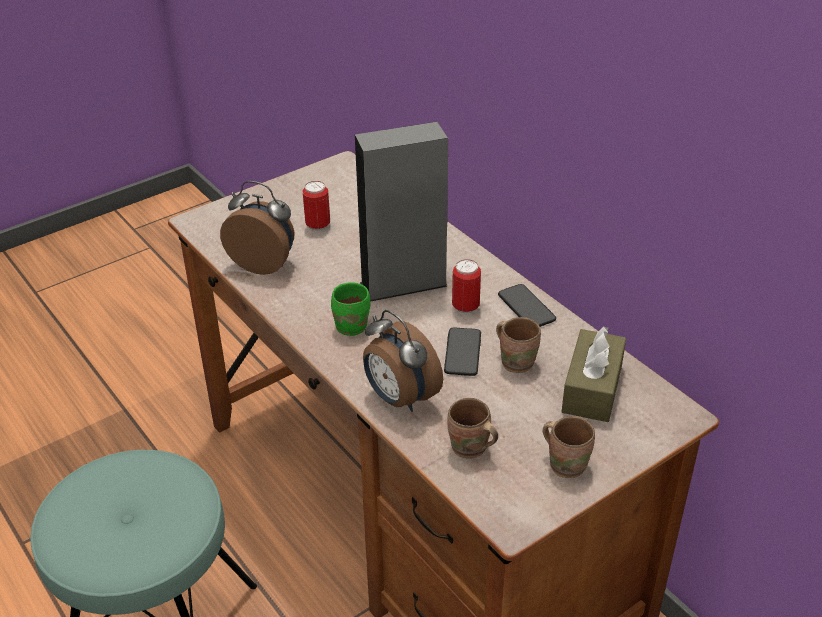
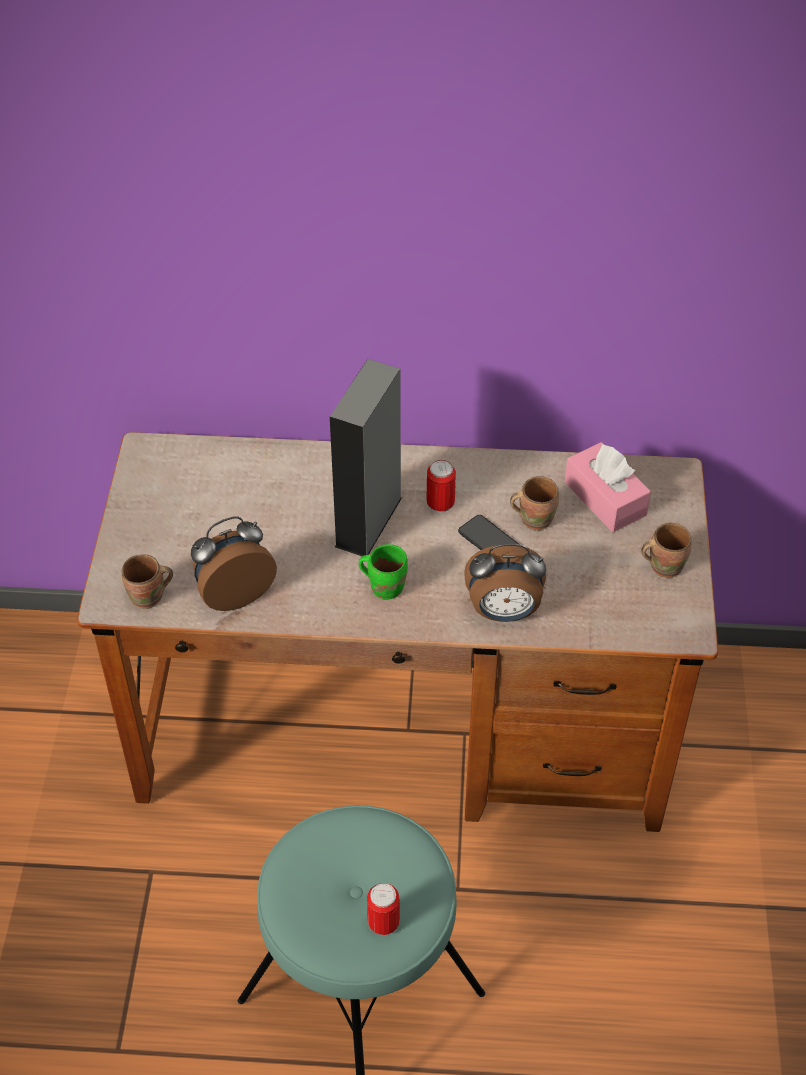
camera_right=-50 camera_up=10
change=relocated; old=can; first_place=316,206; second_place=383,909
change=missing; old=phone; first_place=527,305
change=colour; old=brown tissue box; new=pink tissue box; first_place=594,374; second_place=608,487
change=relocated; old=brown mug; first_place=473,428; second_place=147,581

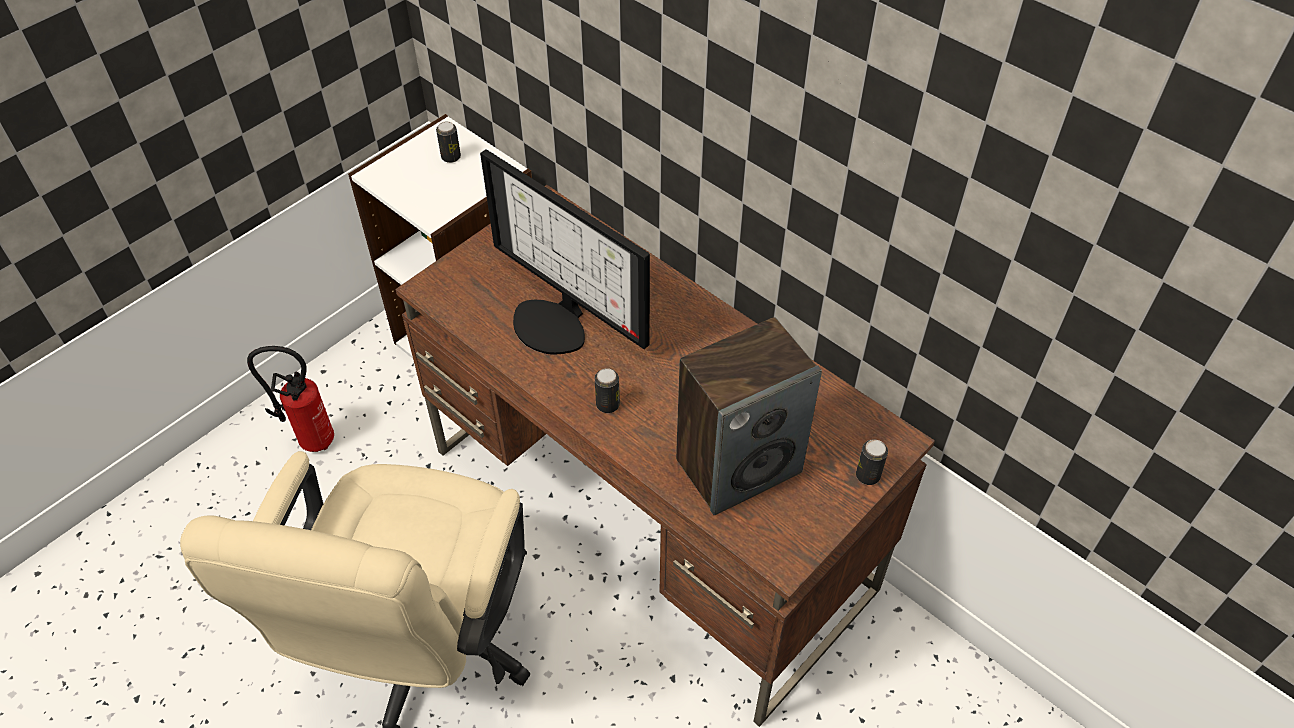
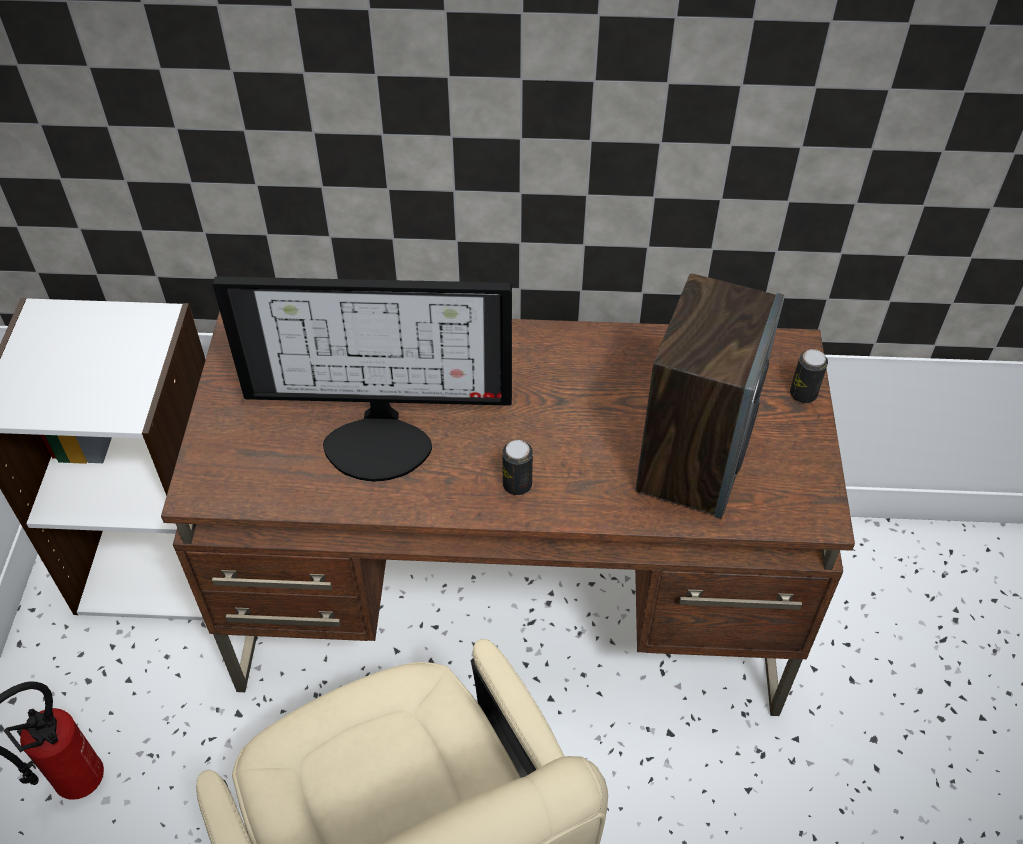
camera_right=-40 camera_up=0
change=missing; old=can; first_place=448,142

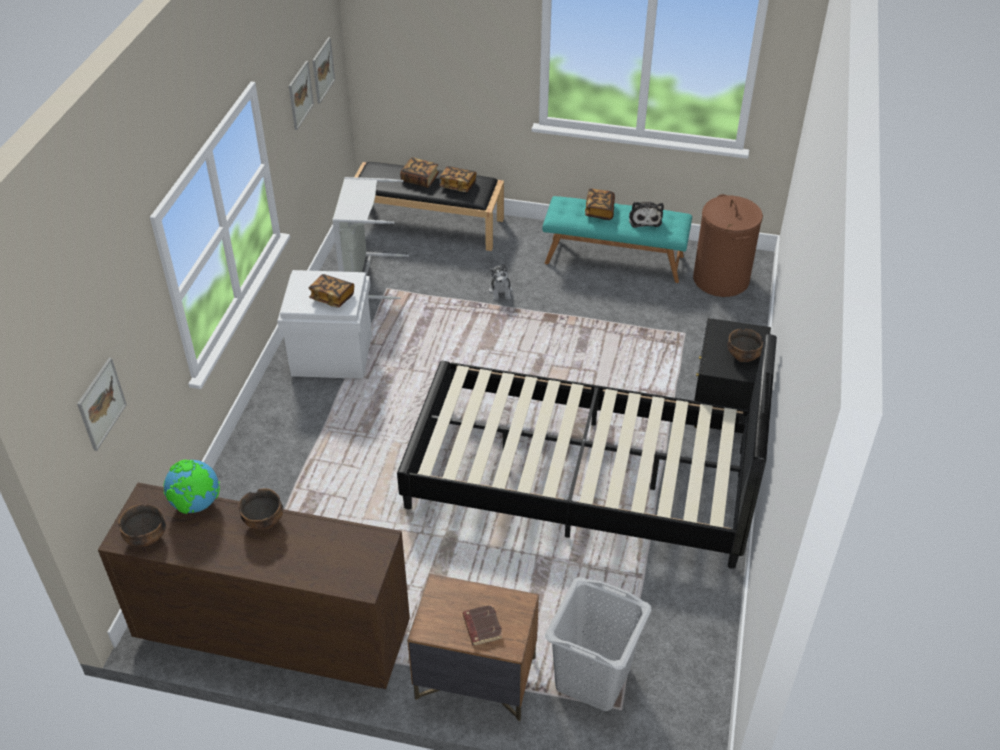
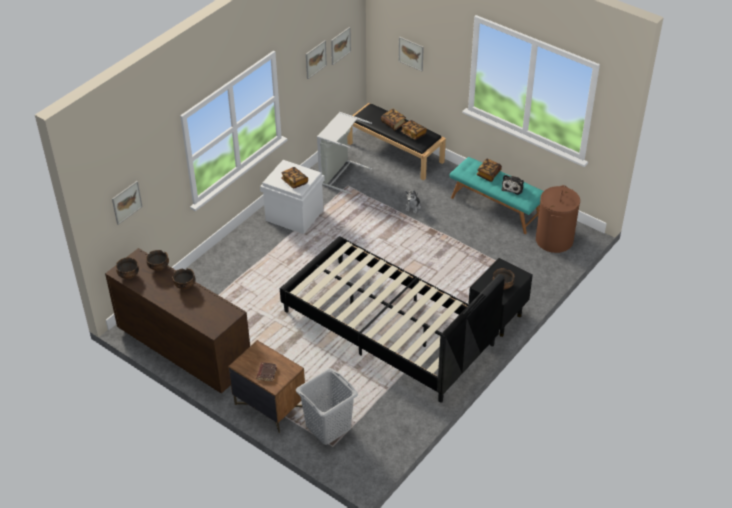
camera_right=25 camera_up=0
change=exchanged; old=globe; new=bowl; first_place=191,487; second_place=157,260
change=appeared; new=picture; second_place=411,54

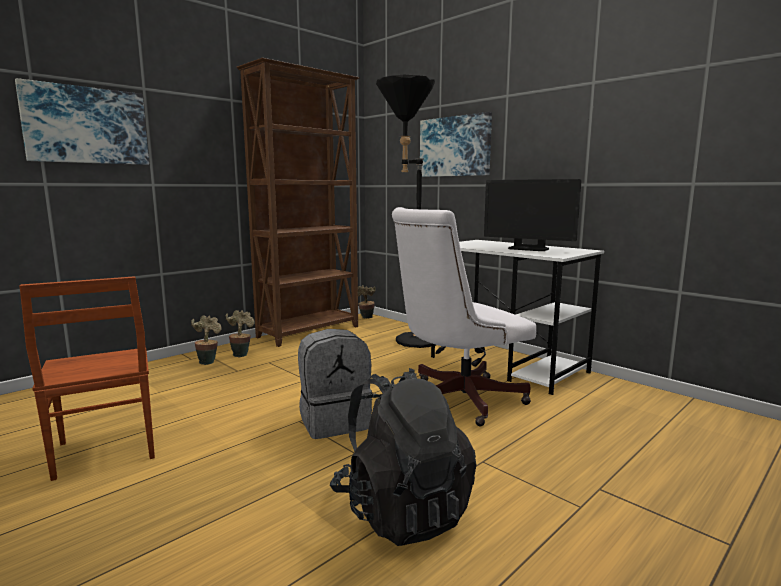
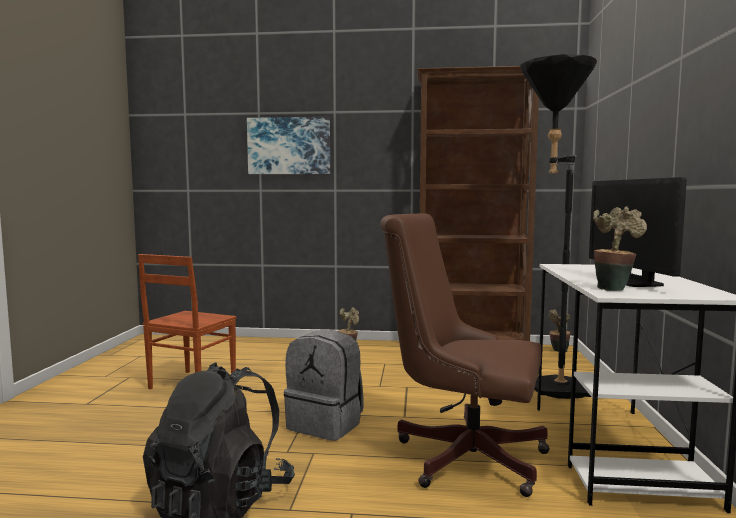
camera_right=50 camera_up=-5
change=missing; old=picture; first_place=456,144
change=colour; old=white office chair; new=brown office chair; first_place=464,316; second_place=465,355
change=relocated; old=potted plant; first_place=240,333; second_place=620,248

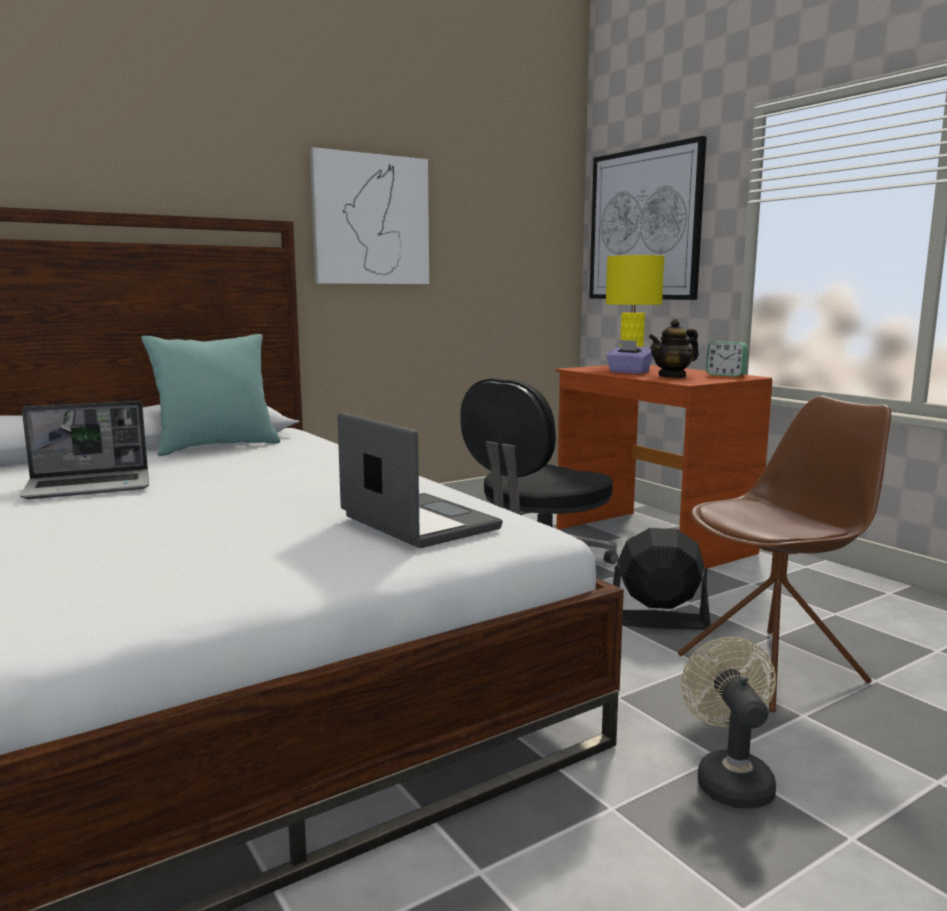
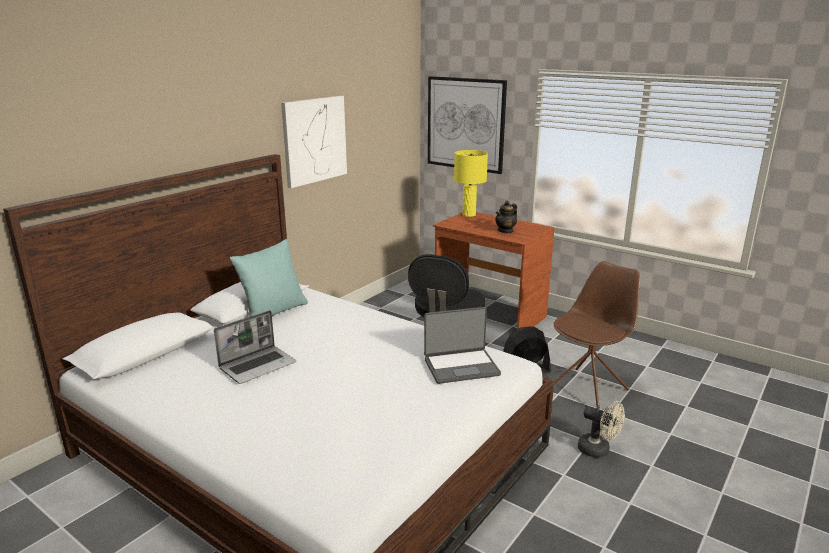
camera_right=-20 camera_up=10
change=missing; old=purple tissue box; first_place=629,357
change=missing; old=alarm clock; first_place=727,359
change=spun; old=laptop; first_place=420,480; second_place=462,345; degrees=135
change=spun; old=beige fan; first_place=728,722; second_place=601,429; degrees=150

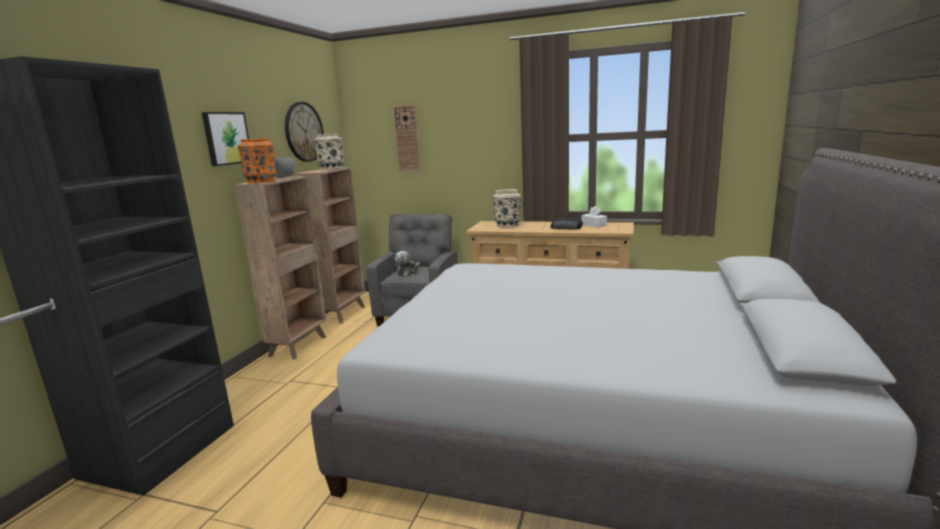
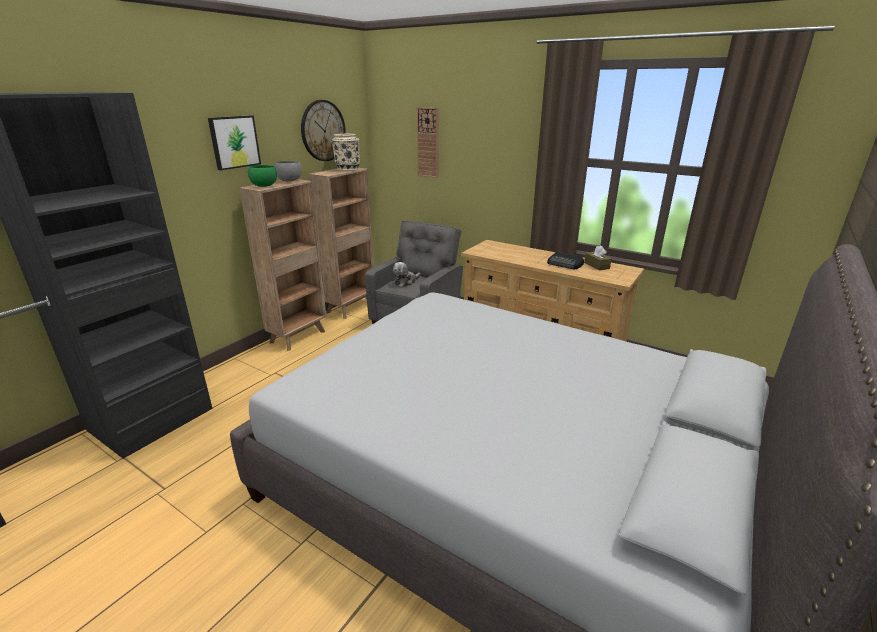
camera_right=15 camera_up=10
change=exchanged; old=orange vase; new=green bowl; first_place=256,160; second_place=262,176
change=missing; old=beige vase; first_place=507,208
change=colour; old=white tissue box; new=brown tissue box; first_place=594,216; second_place=598,257

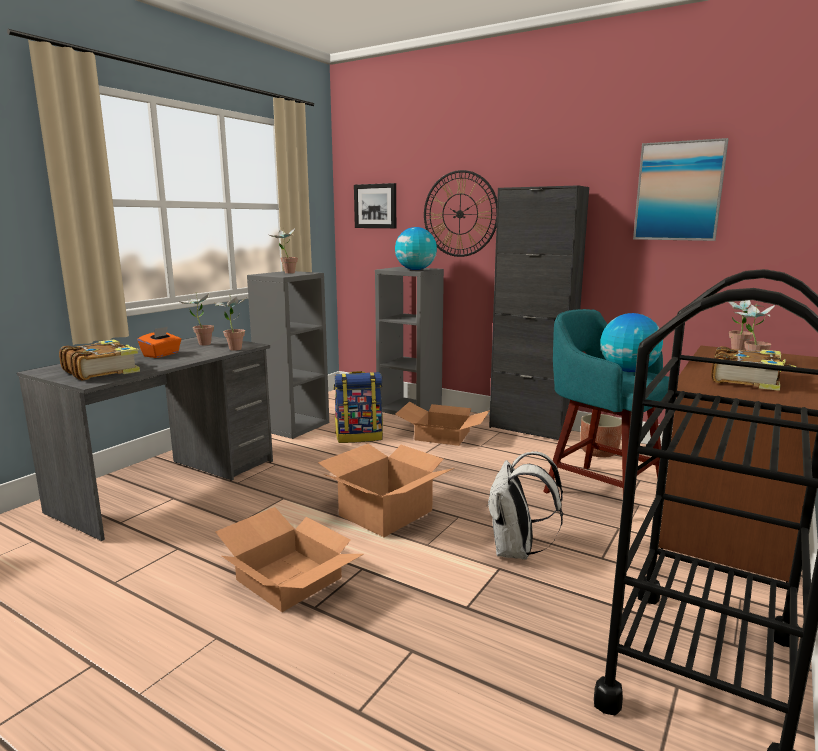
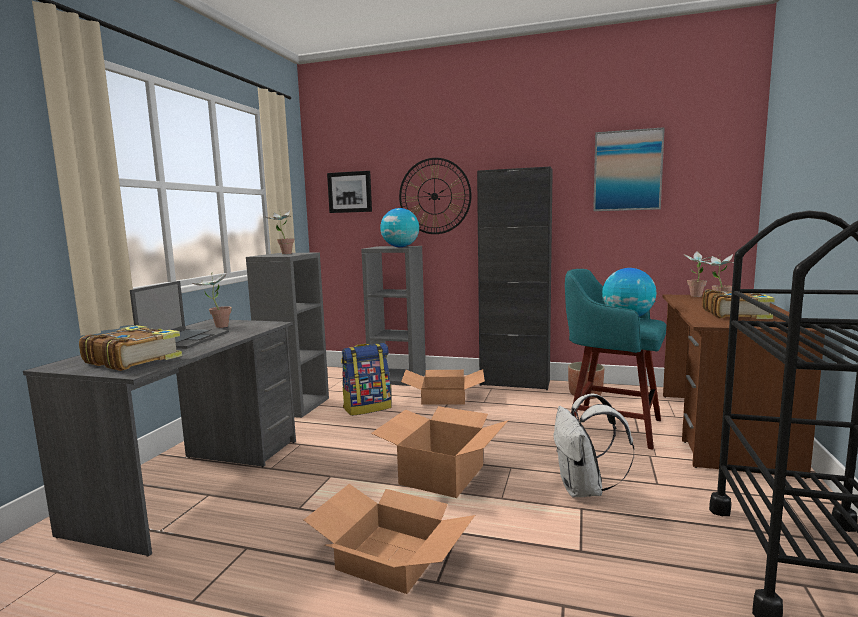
camera_right=-15 camera_up=-5
change=missing; old=potted plant; first_place=230,323
change=exchanged; old=orange tissue box; new=laptop; first_place=159,342; second_place=179,315

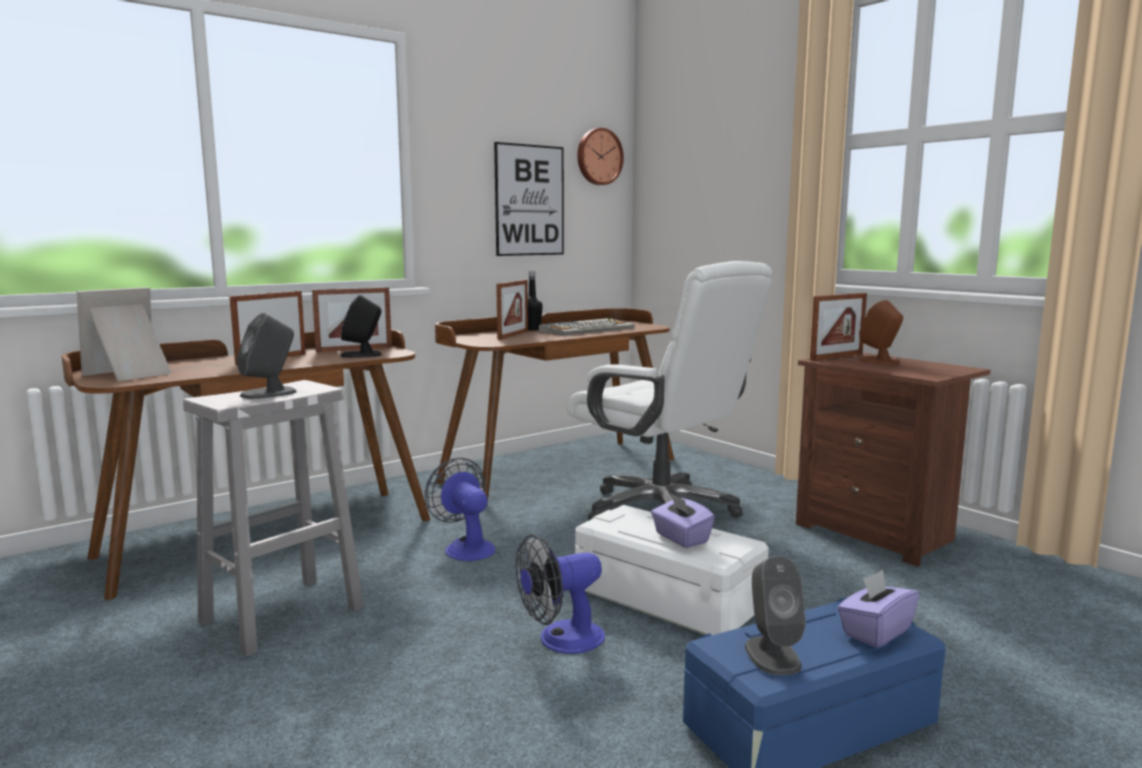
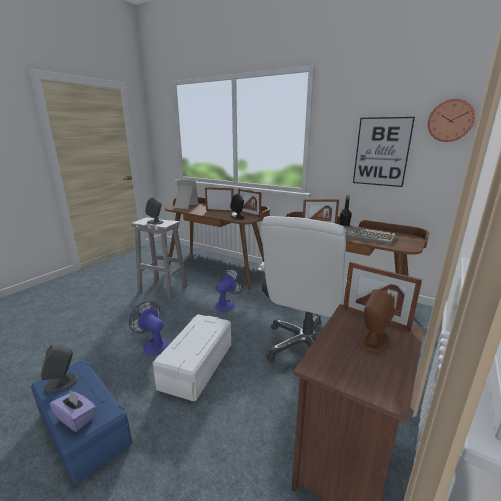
camera_right=70 camera_up=10
change=missing; old=purple tissue box; first_place=683,520

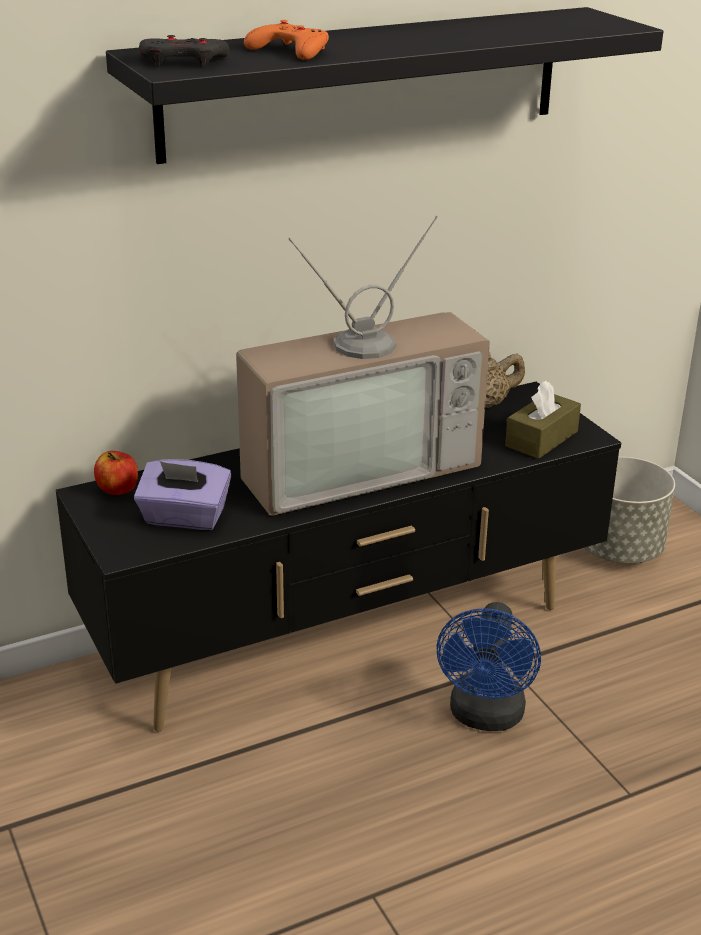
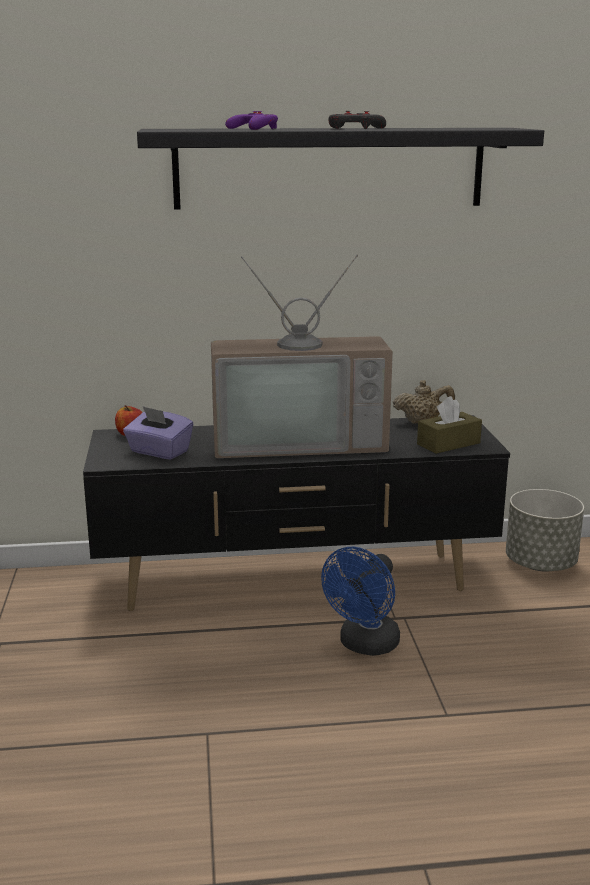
camera_right=20 camera_up=-10
change=colour; old=orange game controller; new=purple game controller; first_place=286,40; second_place=251,120
change=relocated; old=grey game controller; first_place=184,51; second_place=357,120

